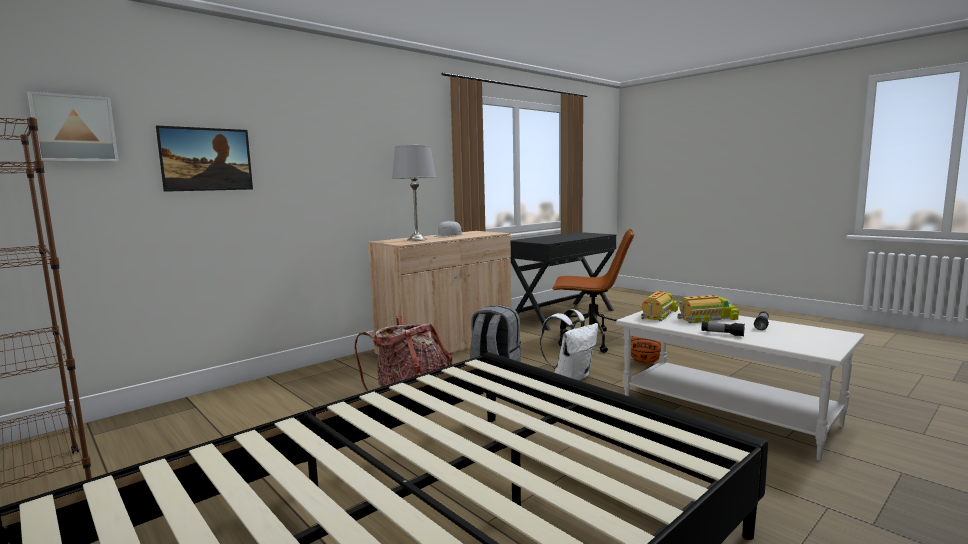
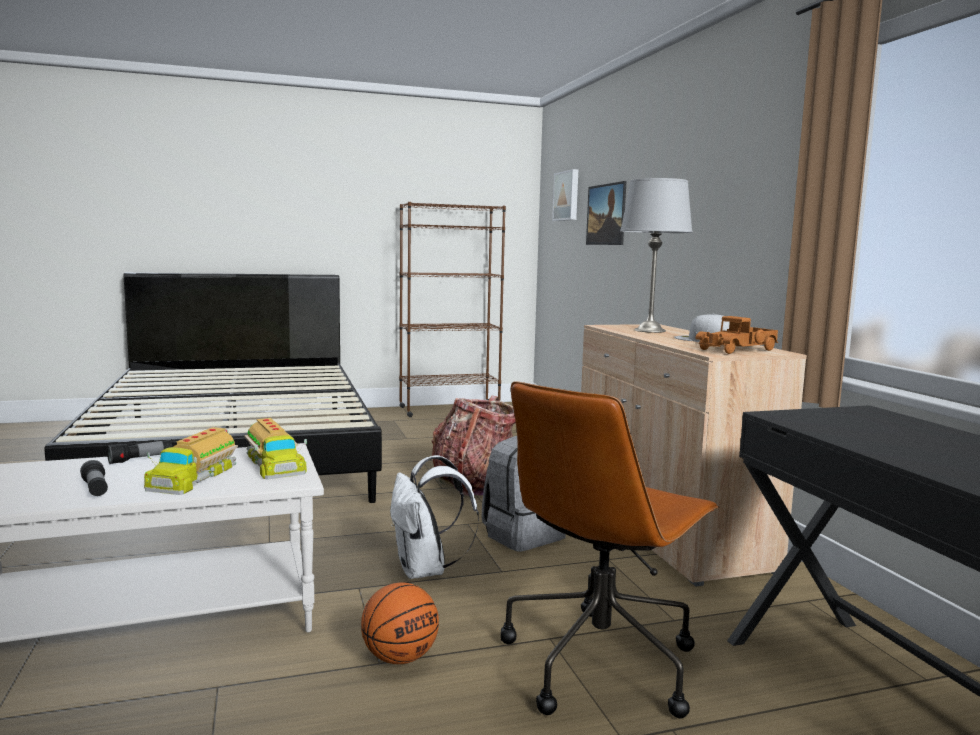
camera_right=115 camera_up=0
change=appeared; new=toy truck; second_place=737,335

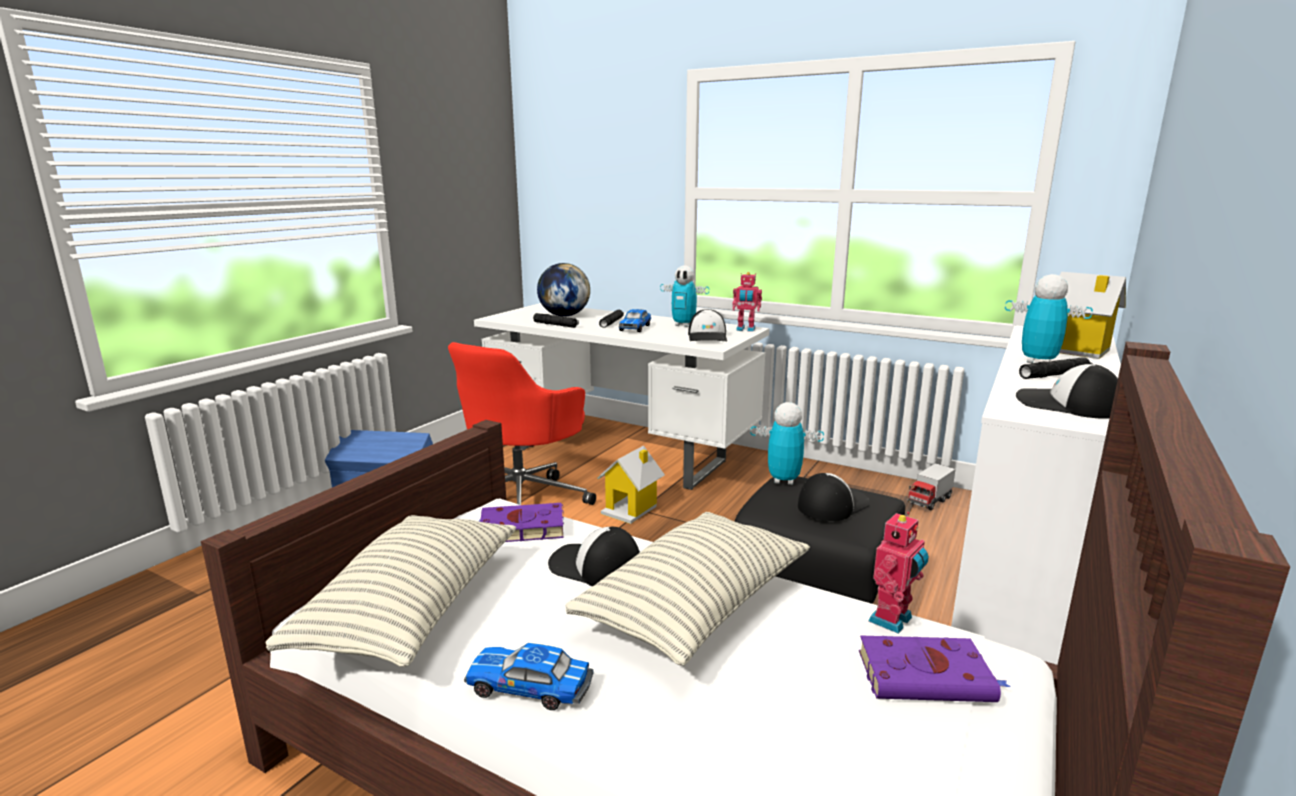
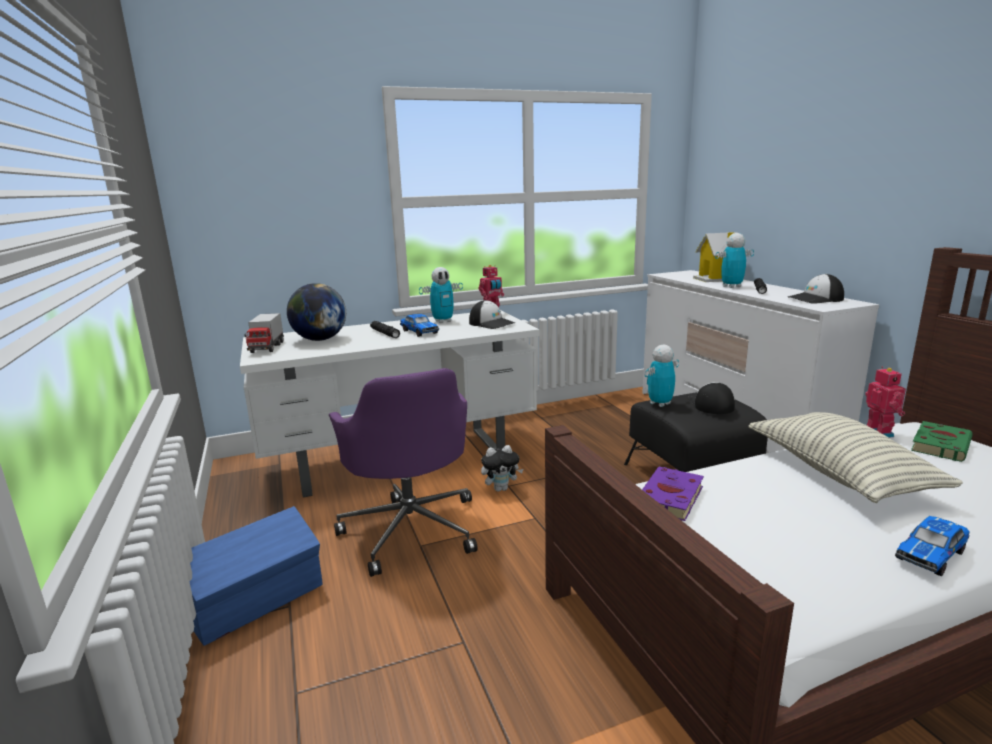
camera_right=-50 camera_up=0
change=missing; old=black flashlight; first_place=556,320
change=colour; old=red office chair; new=purple office chair; first_place=522,423; second_place=403,472
change=exchanged; old=toy house; new=plush toy; first_place=631,484; second_place=502,468
change=relocated; old=toy truck; first_place=931,486; second_place=264,333
change=missing; old=pillow; first_place=391,591
change=missing; old=cap; first_place=594,556
change=colour; old=purple book; new=green book; first_place=935,668; second_place=942,441

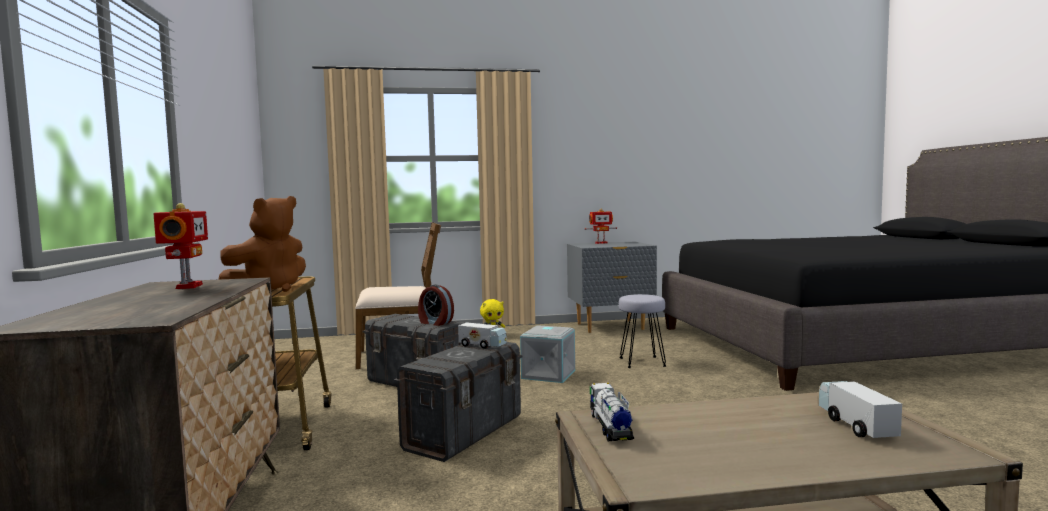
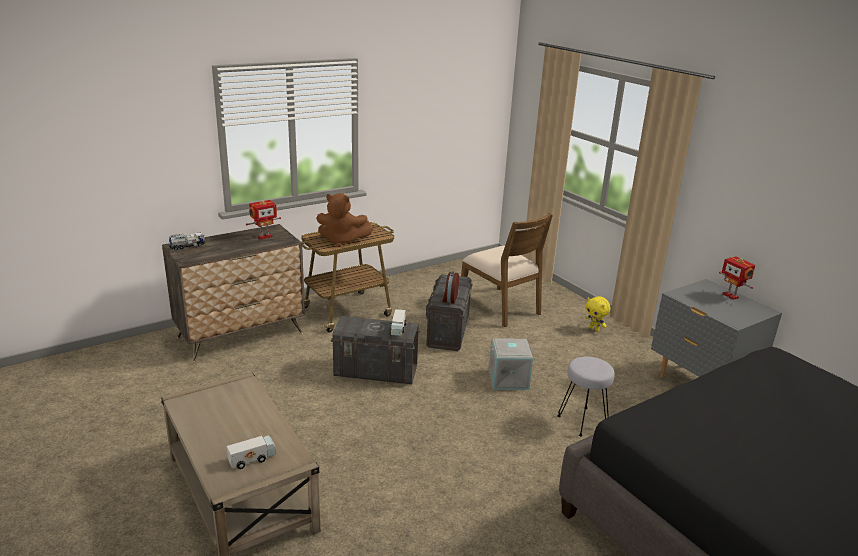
camera_right=65 camera_up=20
change=relocated; old=toy truck; first_place=612,412; second_place=187,241

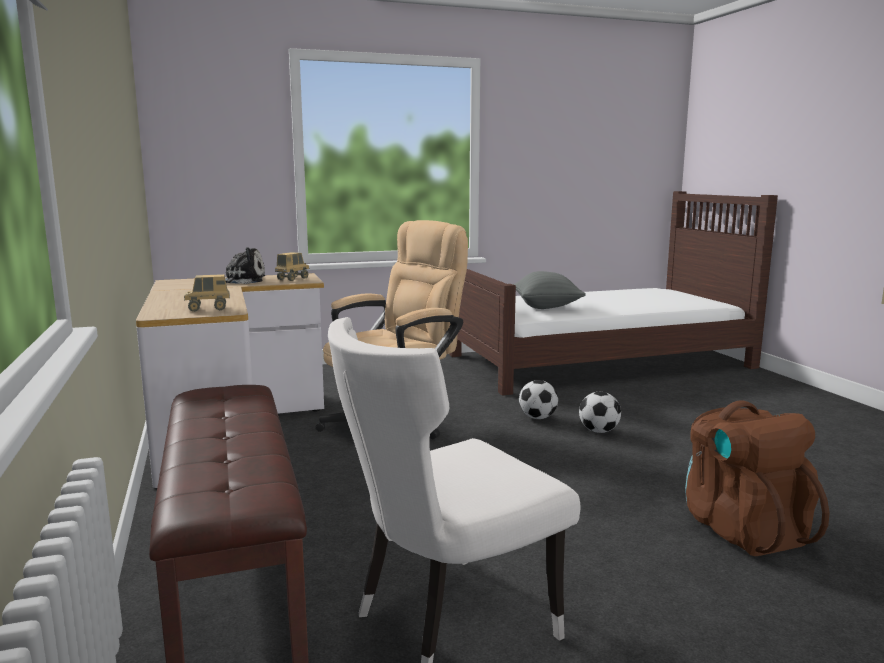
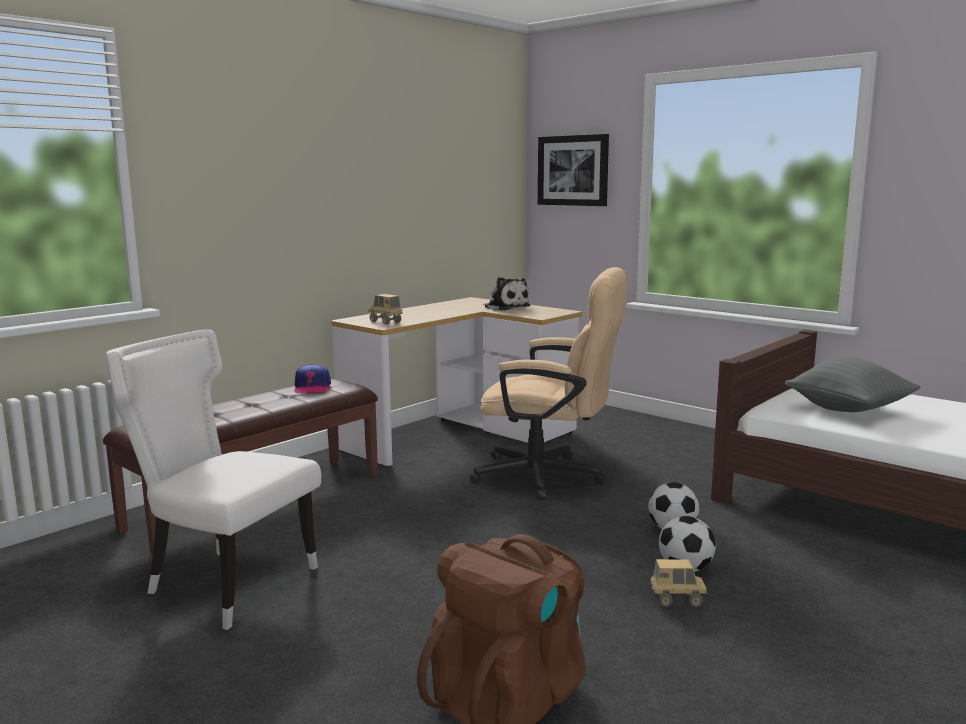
camera_right=60 camera_up=0
change=relocated; old=toy truck; first_place=292,266; second_place=678,583
change=appeared; new=picture; second_place=573,170
change=appeared; new=cap; second_place=312,378

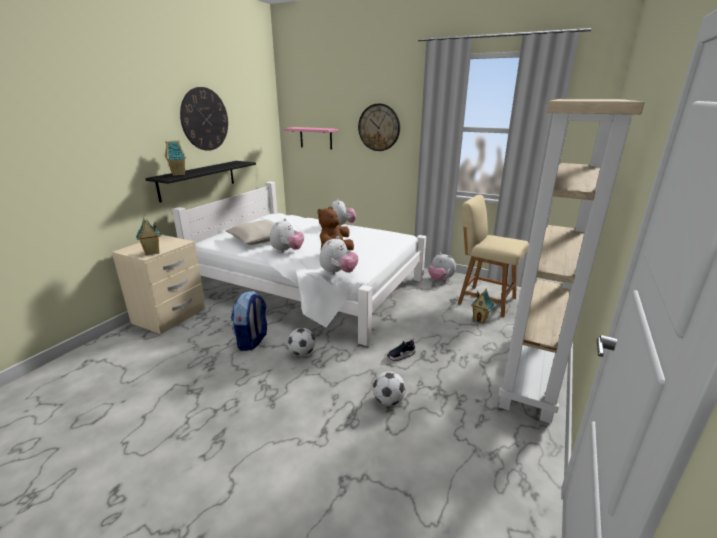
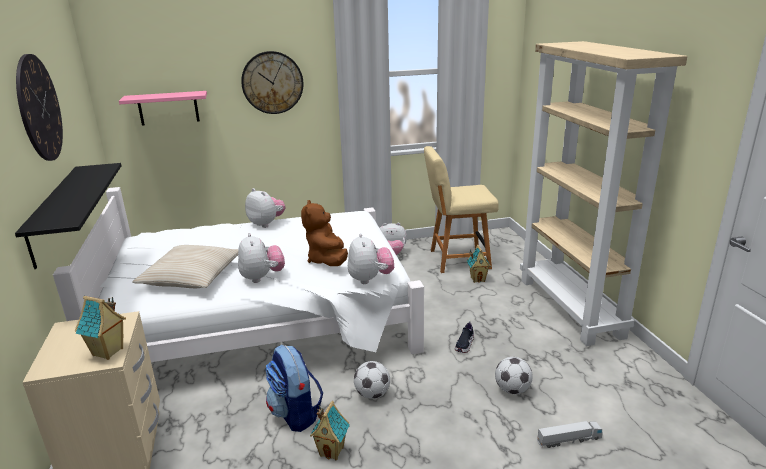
camera_right=-40 camera_up=0
change=relocated; old=toy house; first_place=175,158; second_place=330,430
change=appeared; new=toy truck; second_place=570,434

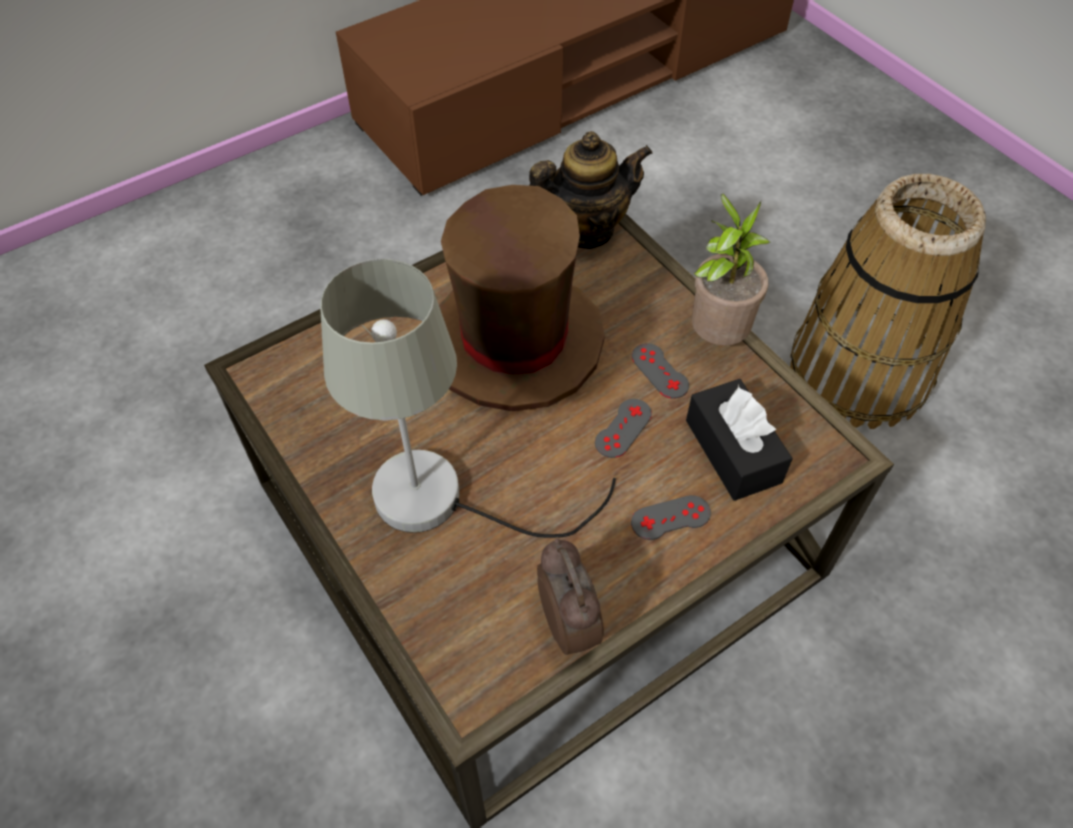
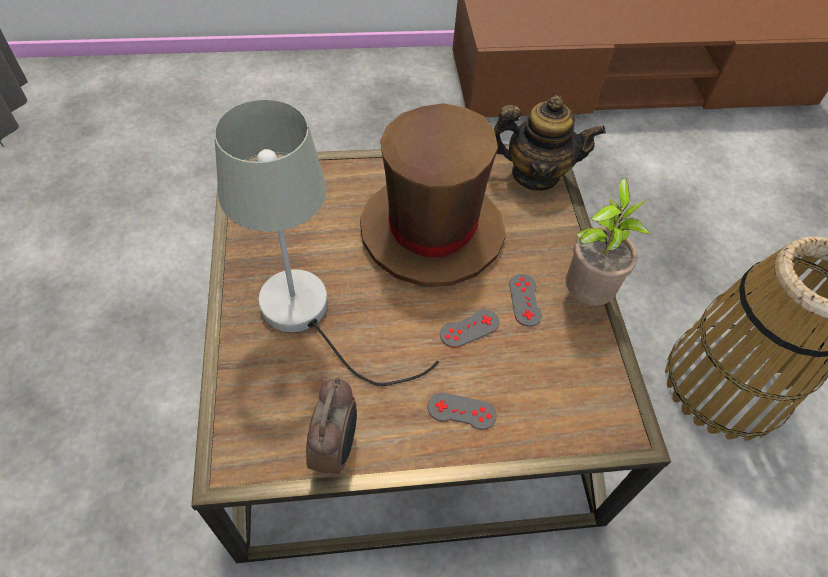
camera_right=25 camera_up=0
change=missing; old=black tissue box; first_place=739,440

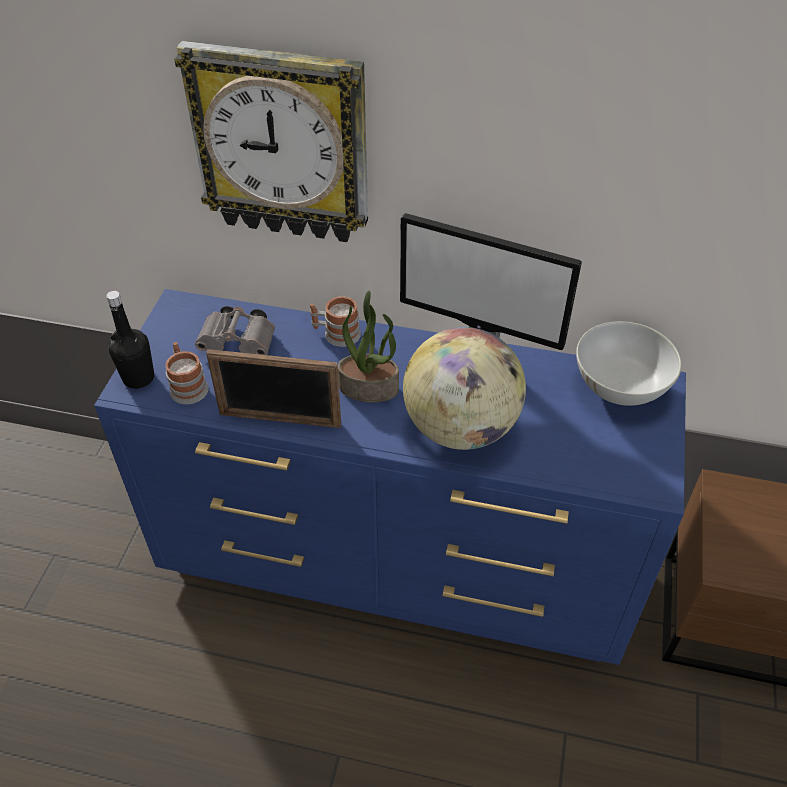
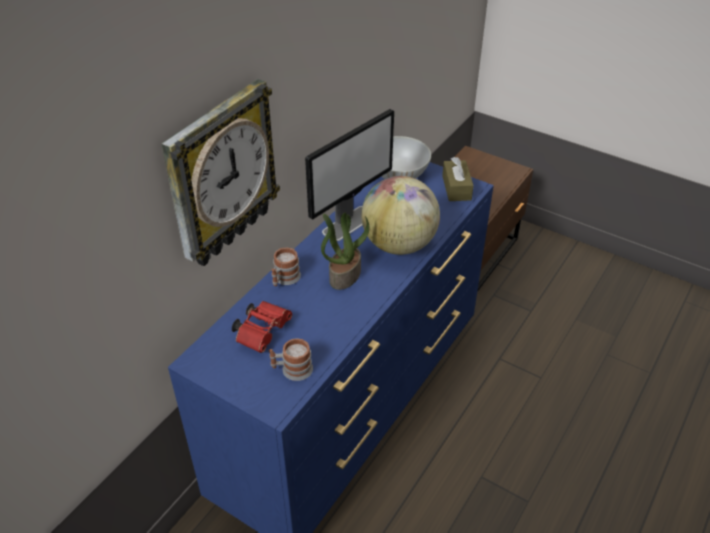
camera_right=-70 camera_up=-5
change=missing; old=black bottle; first_place=130,340
change=colour; old=grey binoculars; new=red binoculars; first_place=235,330; second_place=262,327
change=missing; old=picture frame; first_place=273,388
change=appeared; new=brown tissue box; second_place=458,179

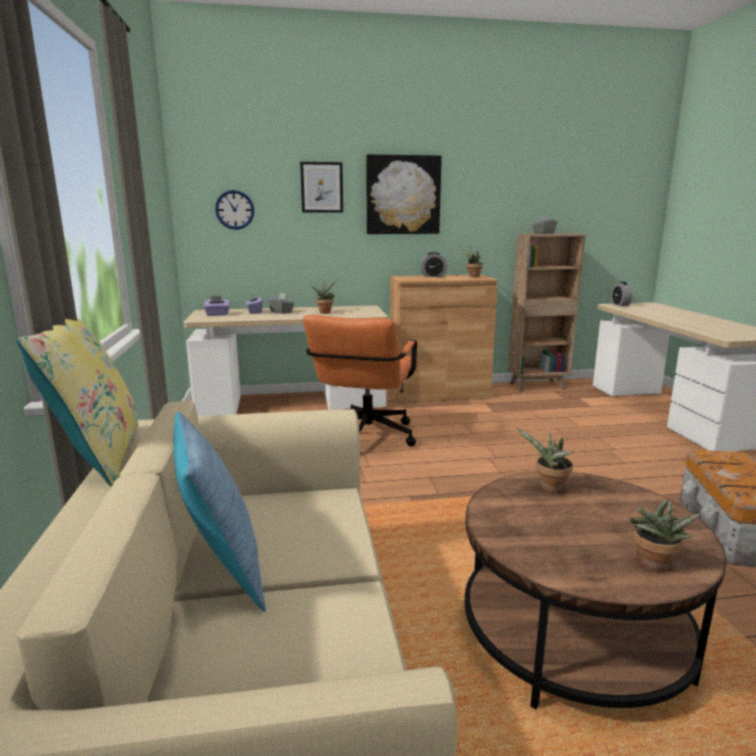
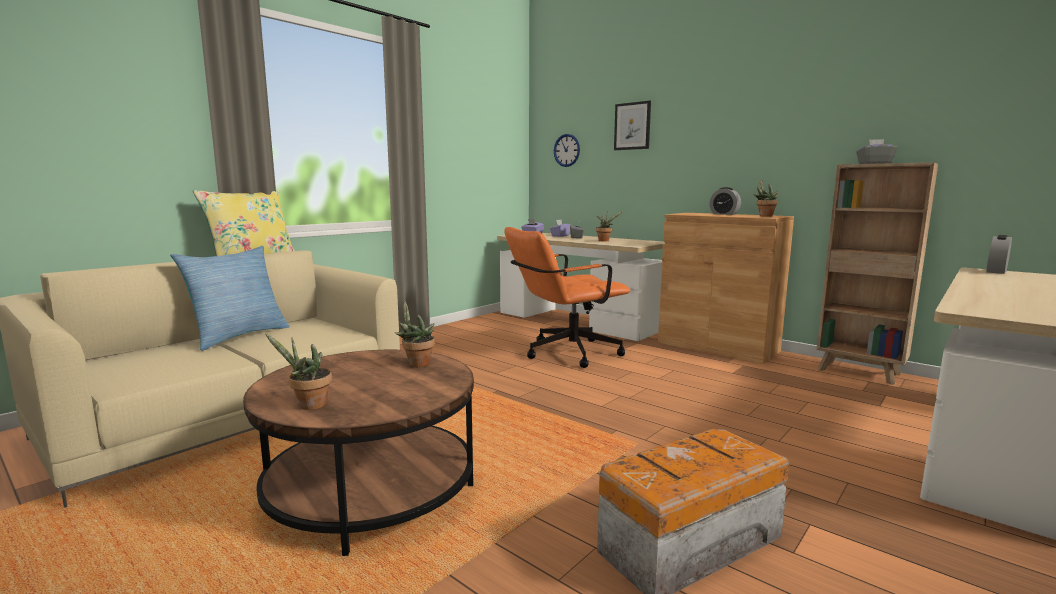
camera_right=50 camera_up=-5
change=missing; old=picture; first_place=404,194

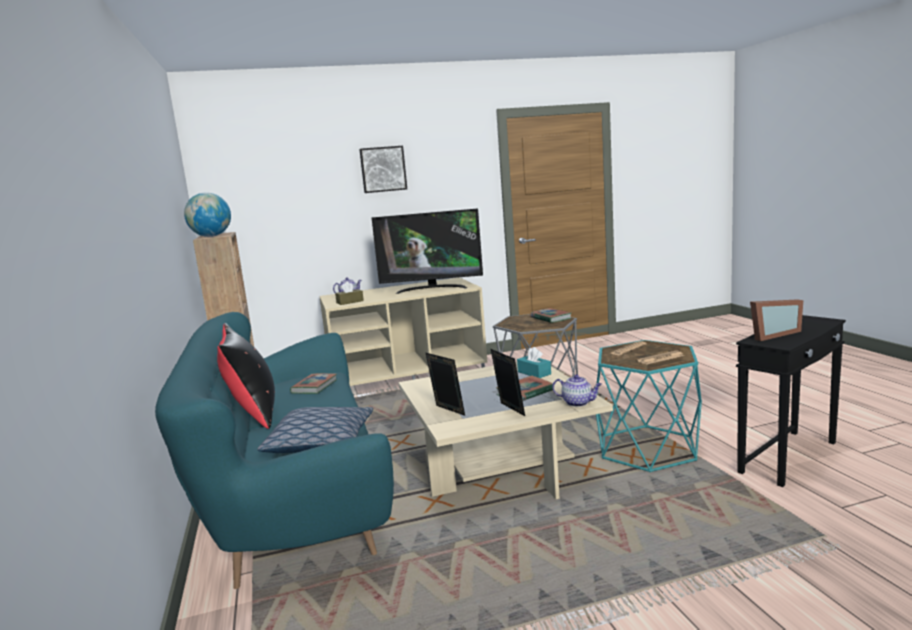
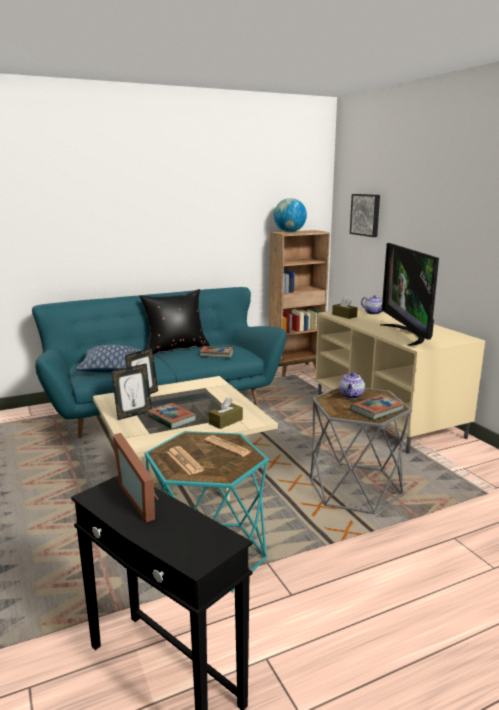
camera_right=80 camera_up=5
change=relocated; old=picture; first_place=383,169; second_place=365,215
change=colour; old=turquoise tissue box; new=brown tissue box; first_place=534,362; second_place=226,413
change=relocated; old=teapot; first_place=577,391; second_place=352,385

